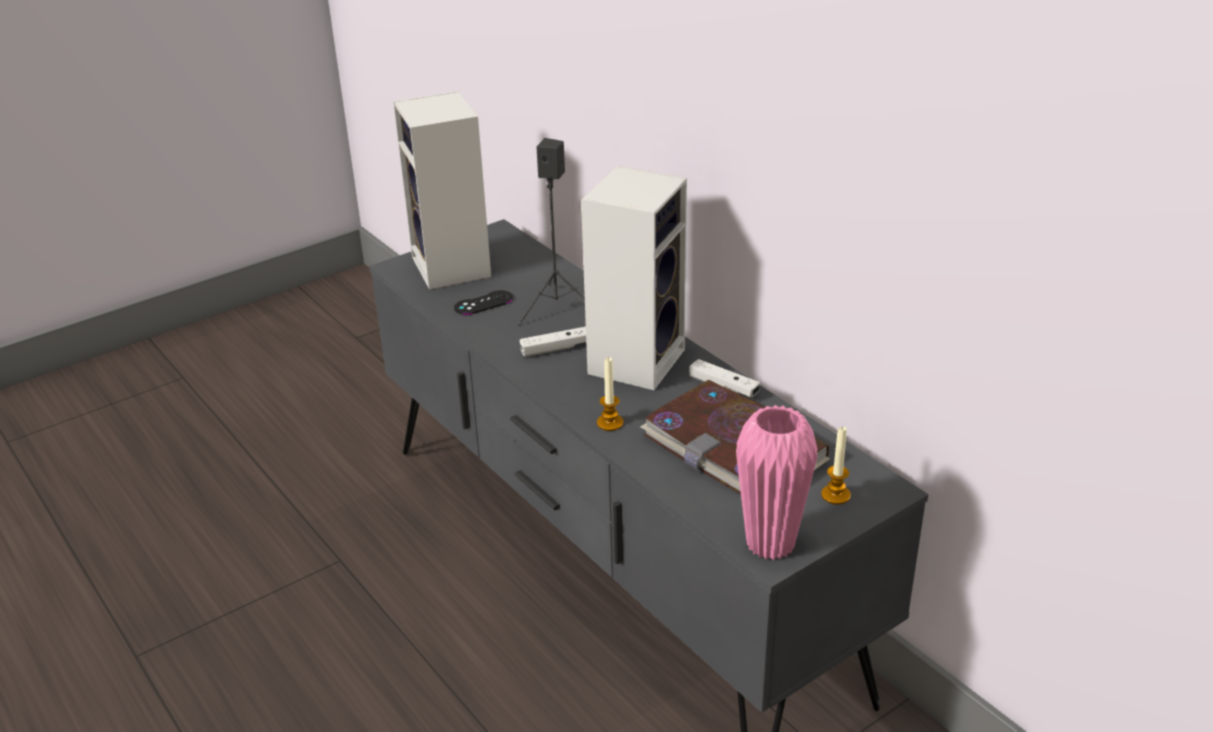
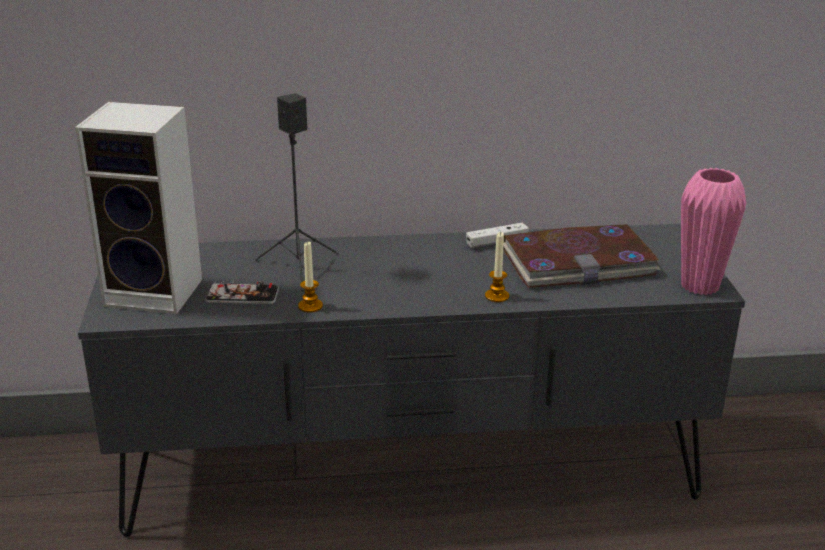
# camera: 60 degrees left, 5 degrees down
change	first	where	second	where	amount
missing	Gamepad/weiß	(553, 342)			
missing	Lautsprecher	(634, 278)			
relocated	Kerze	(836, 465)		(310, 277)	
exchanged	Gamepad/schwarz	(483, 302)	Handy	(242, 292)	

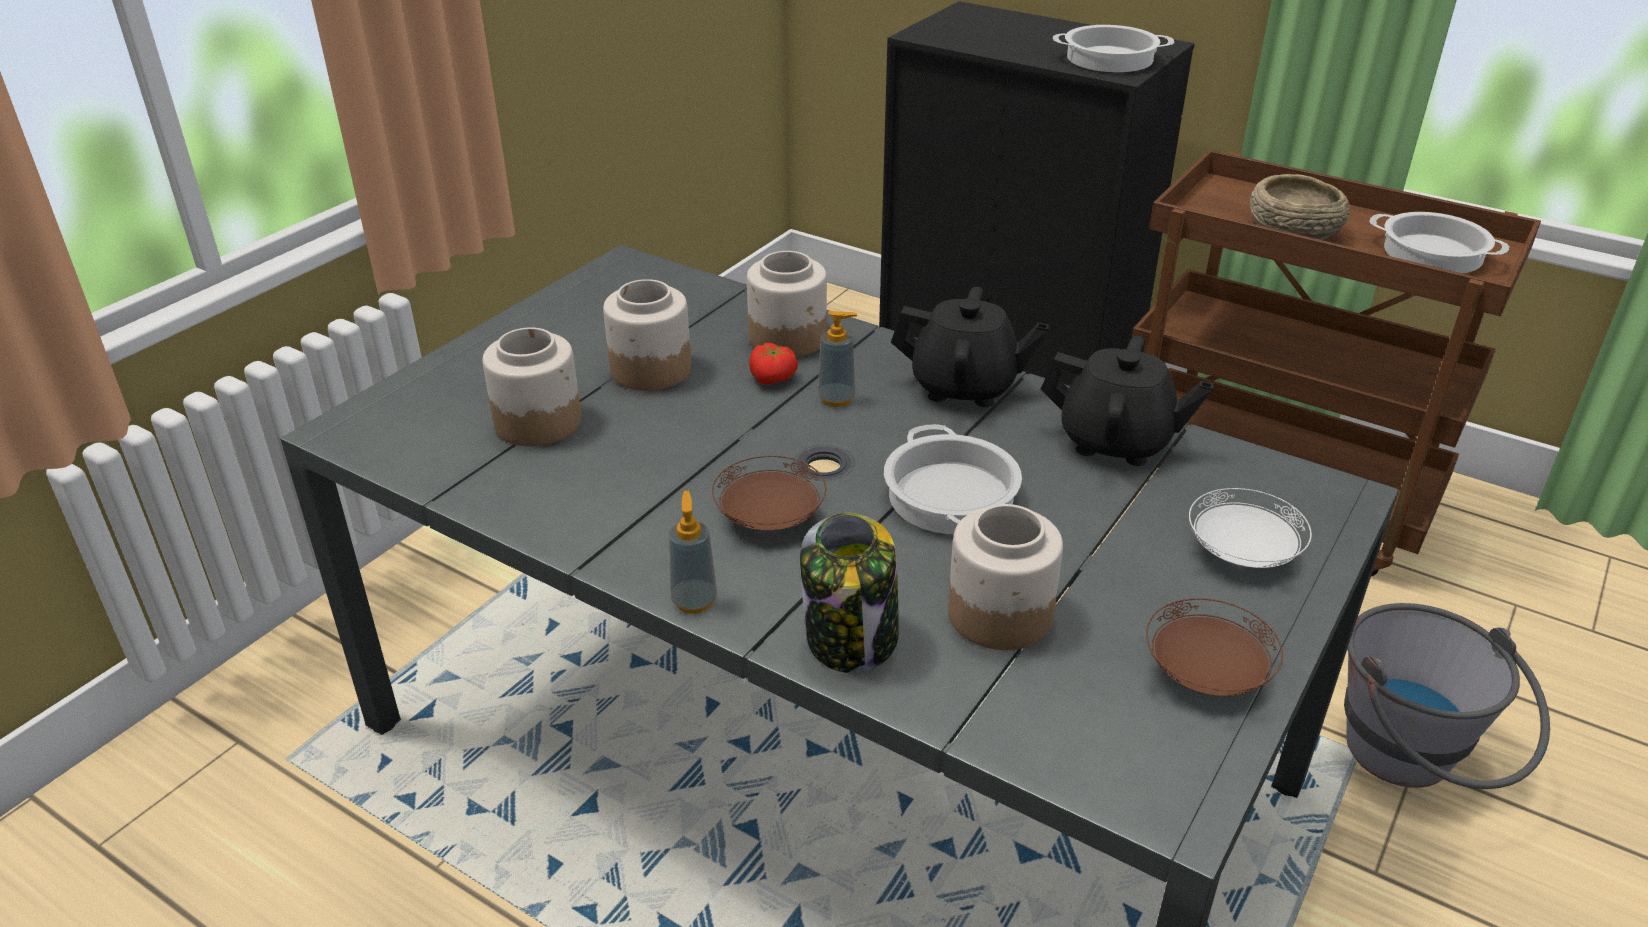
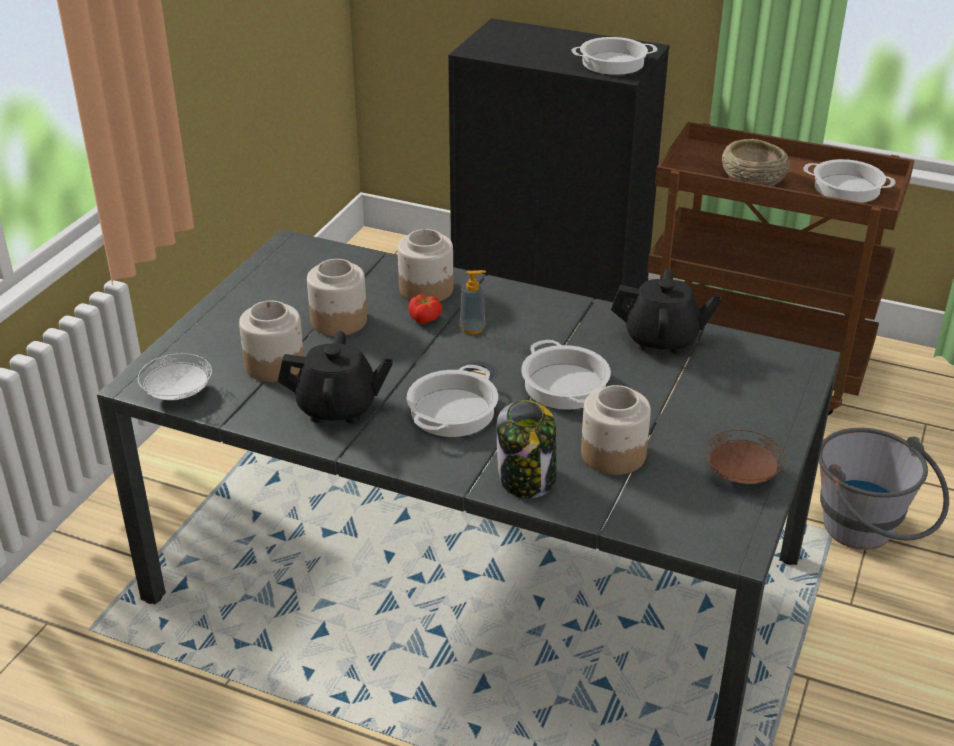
# camera: 10 degrees left, 0 degrees up
change	first	where	second	where	amount
missing	Seifenspender	(693, 552)			
relocated	Teekanne/schwarz	(970, 347)		(335, 377)	
relocated	Teller/weiß	(1250, 528)		(175, 376)	
exchanged	Teller/braun	(769, 493)	Kochtopf	(452, 401)	

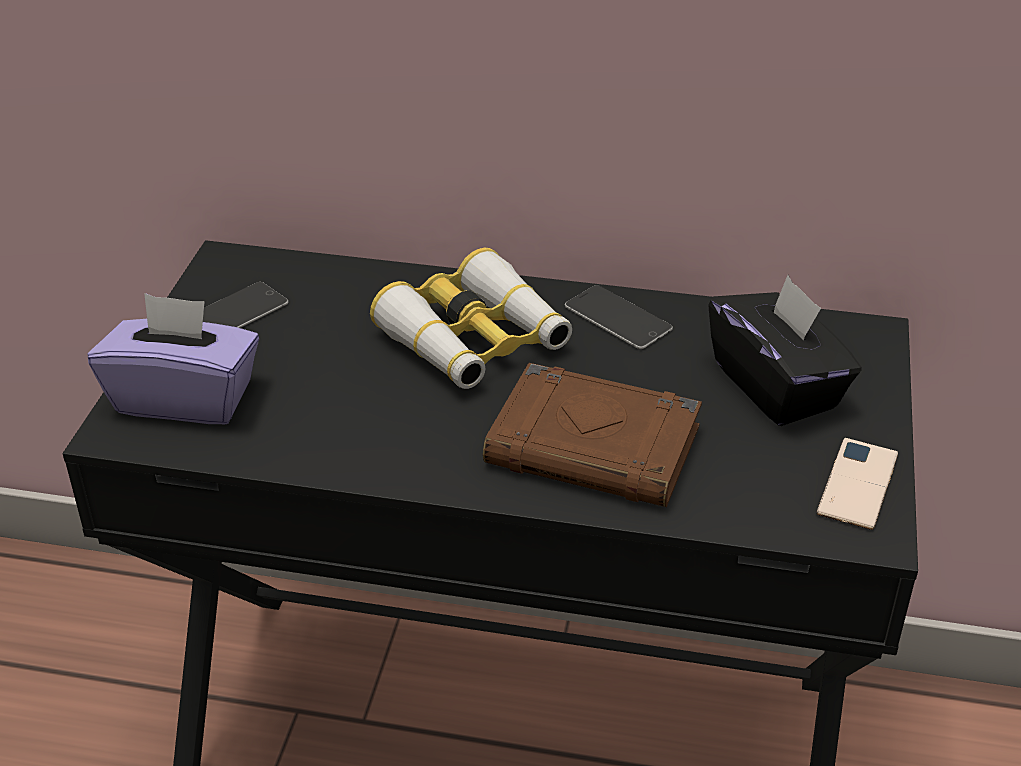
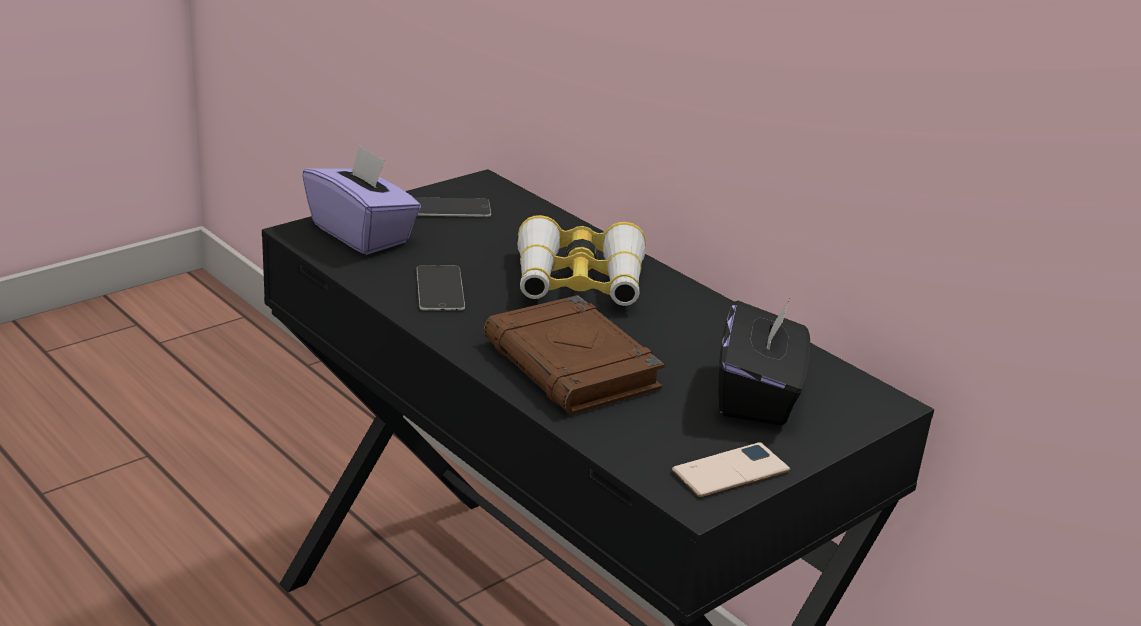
# camera: 35 degrees right, 10 degrees down
change	first	where	second	where	amount
relocated	Handy	(619, 317)		(441, 288)	

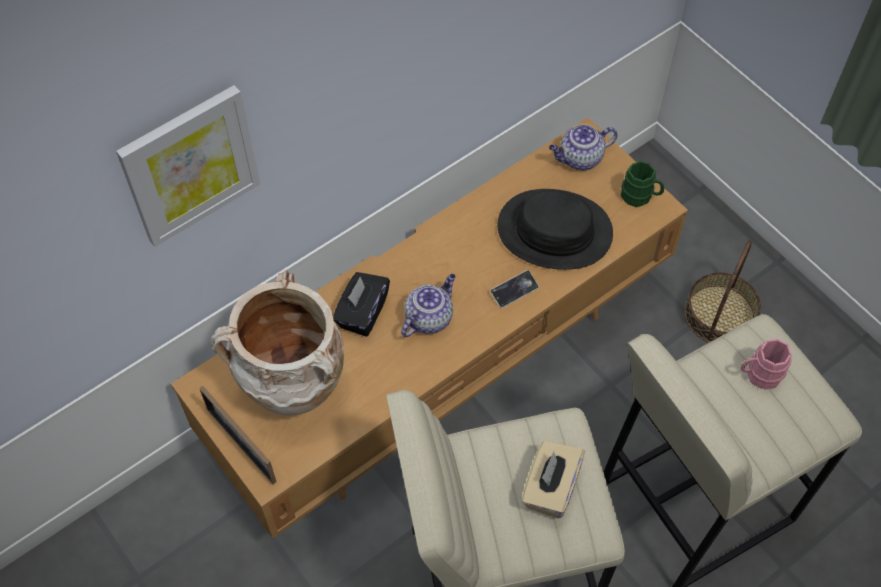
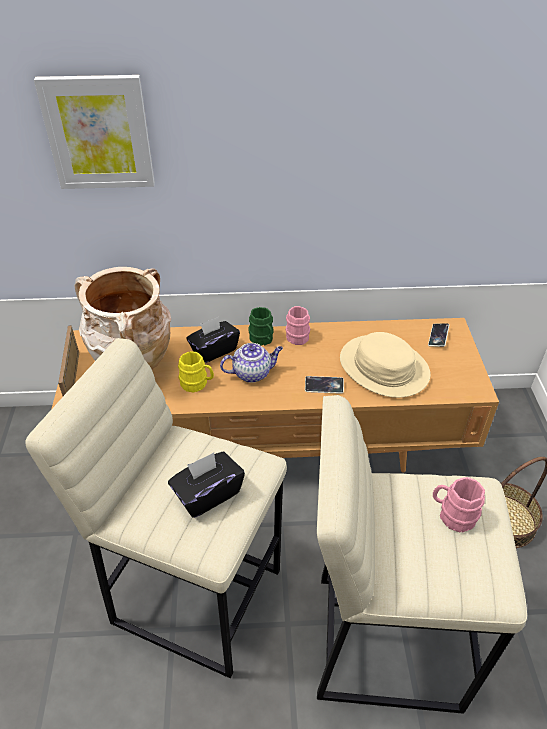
# camera: 35 degrees right, 15 degrees down
change	first	where	second	where	amount
appeared			Henkelbecher/gelb	(196, 372)	
appeared			Henkelbecher/rosa	(297, 325)	
relocated	Henkelbecher/grün	(642, 184)		(261, 326)	
exchanged	Teekanne	(583, 147)	Handy	(438, 335)	
colour	Hut/schwarz	(555, 229)	Hut/beige	(385, 365)	
colour	Taschentuchbox/beige	(553, 479)	Taschentuchbox/schwarz	(206, 485)	

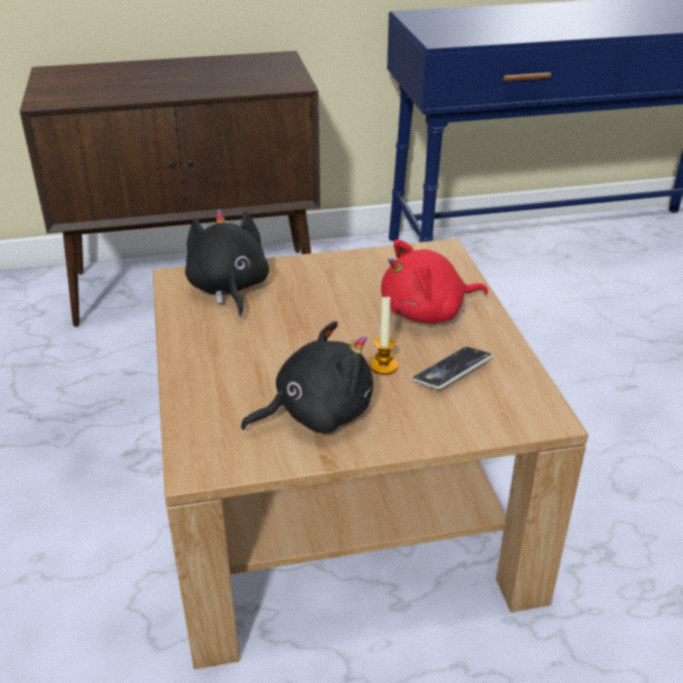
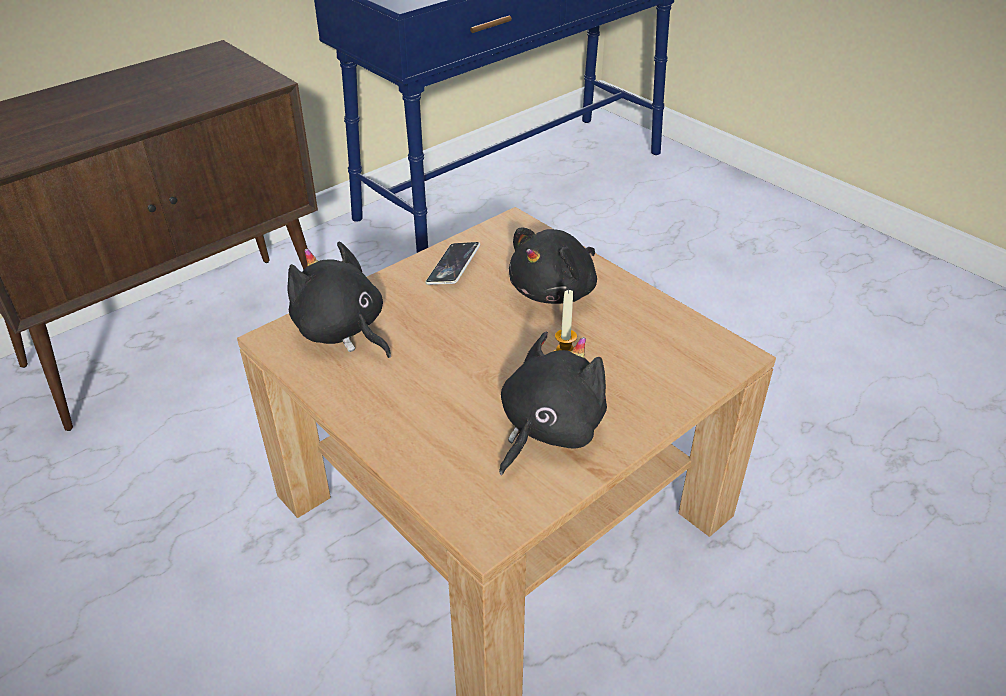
# camera: 30 degrees left, 5 degrees up
change	first	where	second	where	amount
relocated	Handy	(452, 368)		(452, 263)	
colour	Plüschtier/rot	(434, 282)	Plüschtier/schwarz	(553, 265)	

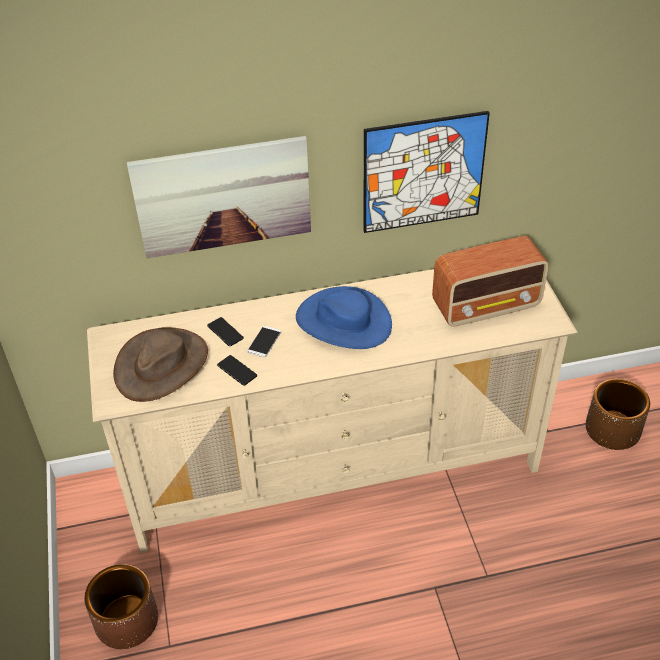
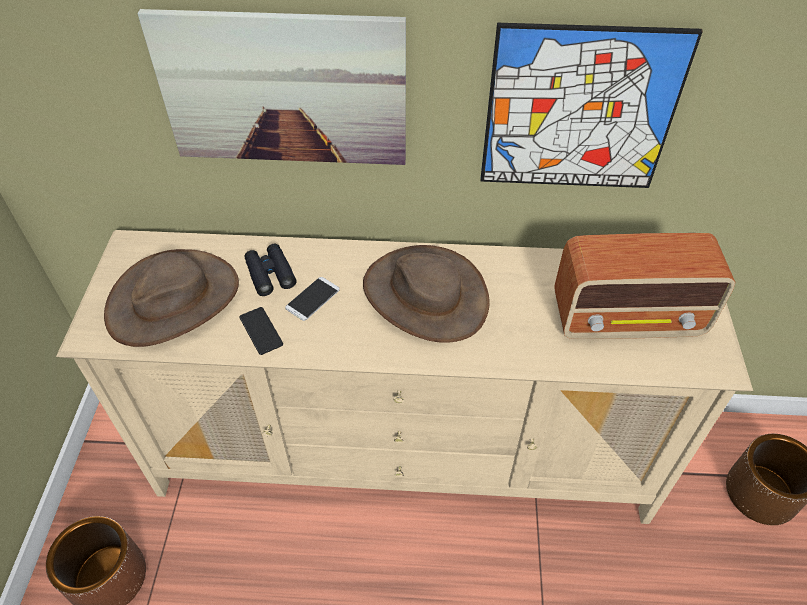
# camera: 15 degrees right, 5 degrees up
change	first	where	second	where	amount
exchanged	Handy	(225, 332)	Fernglas/schwarz	(270, 270)	
colour	Hut/blau	(344, 317)	Hut/braun	(426, 294)	

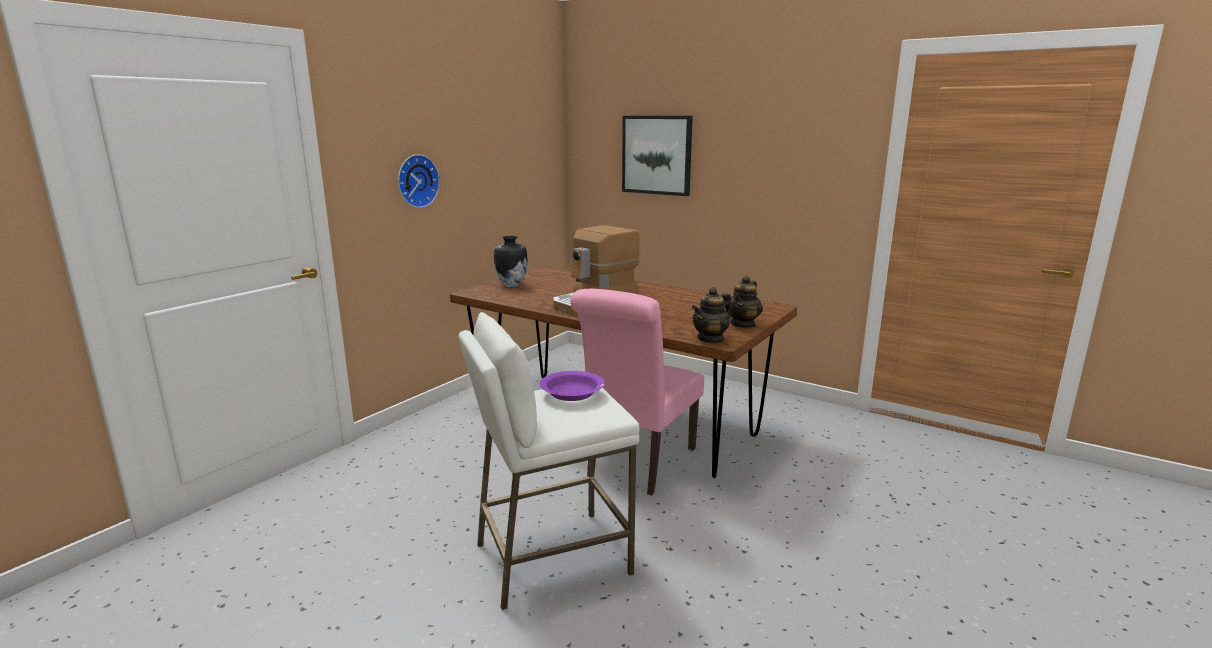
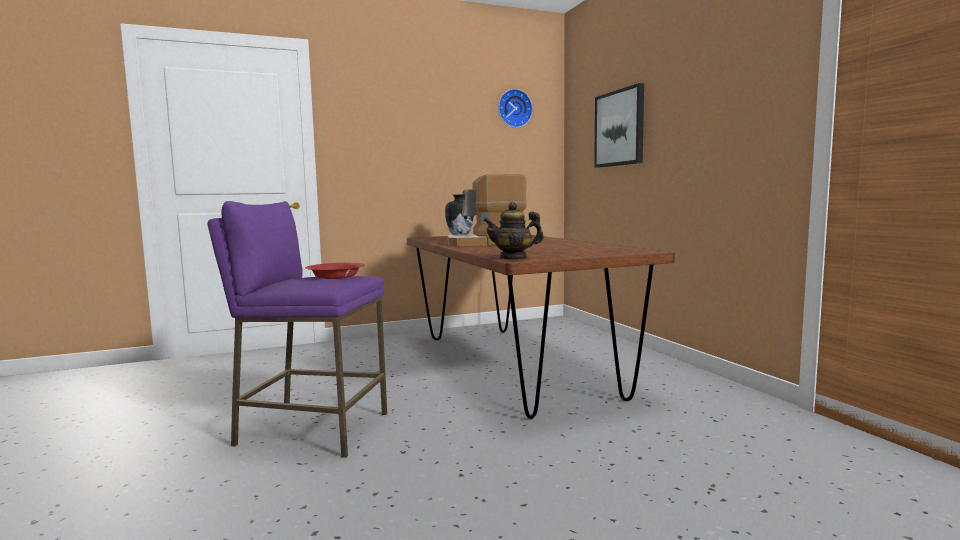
# camera: 35 degrees right, 10 degrees down
change	first	where	second	where	amount
missing	Stuhl/rosa	(637, 392)			
missing	Teekanne	(746, 302)			
relocated	Wanduhr	(419, 181)		(515, 108)	
colour	Hocker/weiß	(549, 461)	Hocker/lila	(297, 329)	
colour	Schüssel/lila	(572, 386)	Schüssel/rot	(335, 271)	

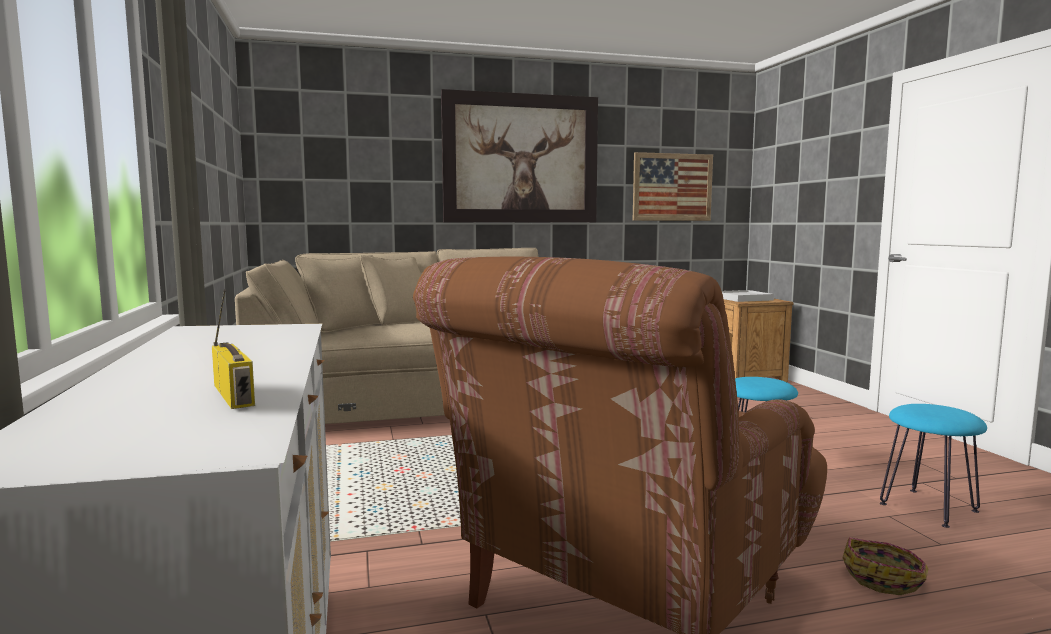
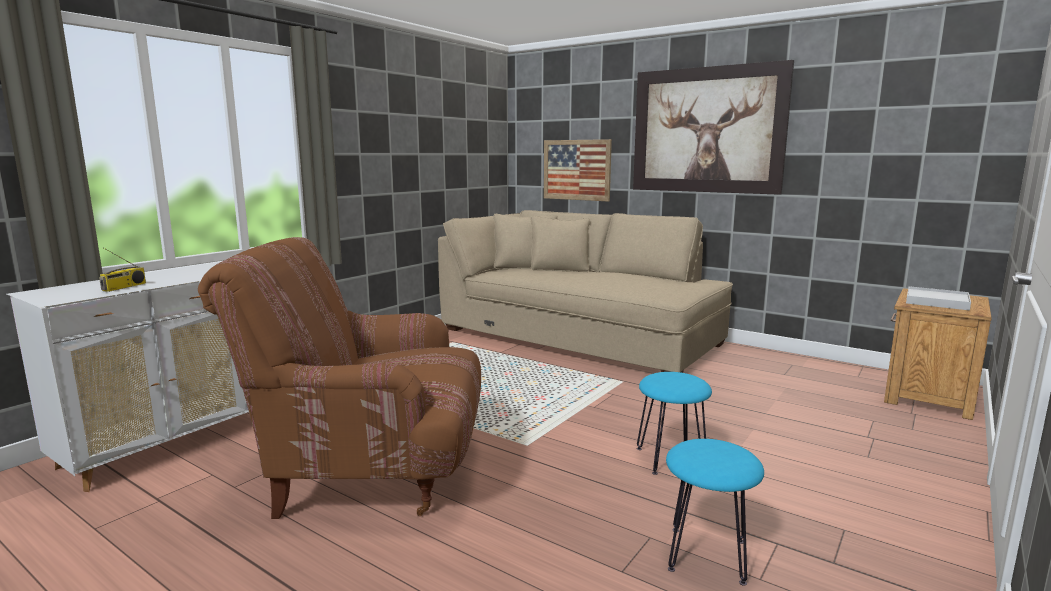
# camera: 50 degrees right, 5 degrees up
change	first	where	second	where	amount
missing	Korb	(885, 566)			
relocated	Bild	(673, 186)		(578, 170)	

